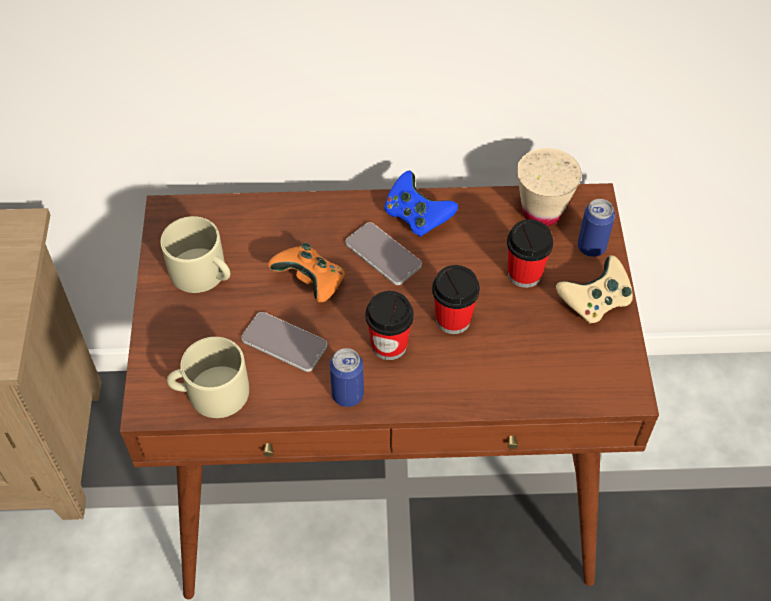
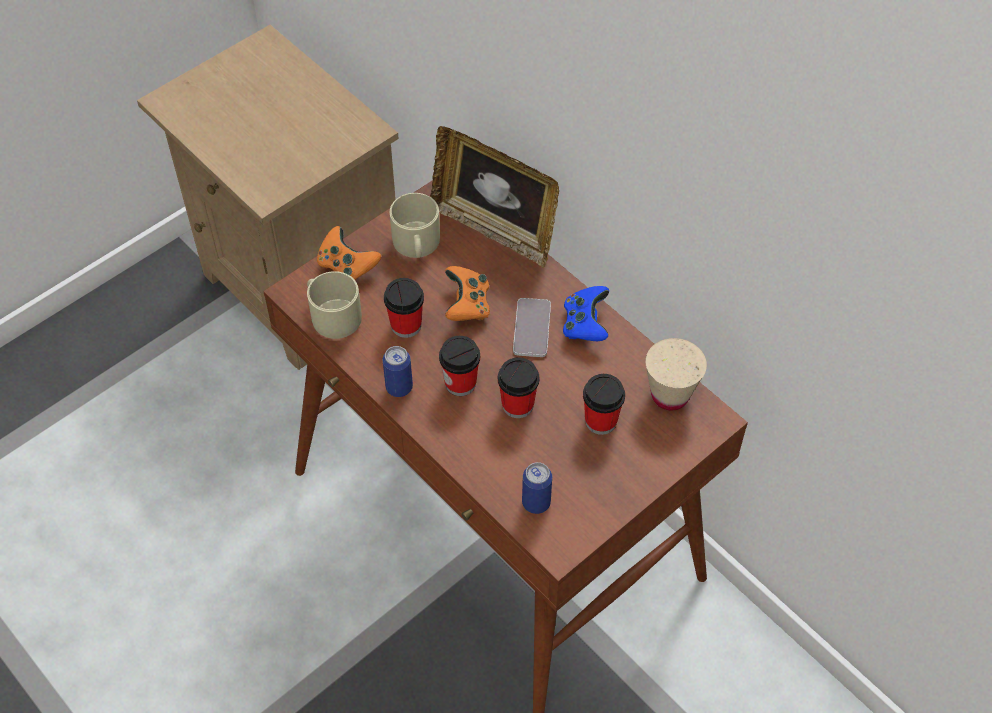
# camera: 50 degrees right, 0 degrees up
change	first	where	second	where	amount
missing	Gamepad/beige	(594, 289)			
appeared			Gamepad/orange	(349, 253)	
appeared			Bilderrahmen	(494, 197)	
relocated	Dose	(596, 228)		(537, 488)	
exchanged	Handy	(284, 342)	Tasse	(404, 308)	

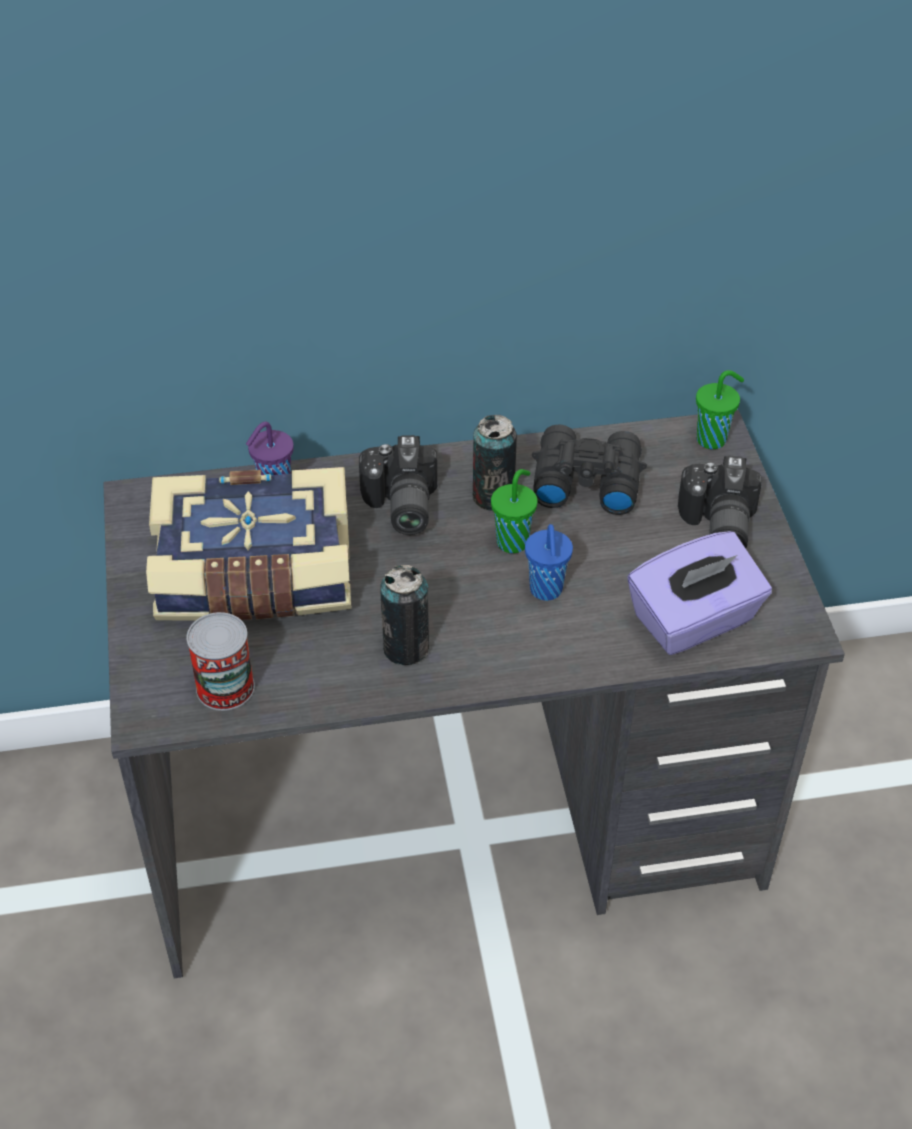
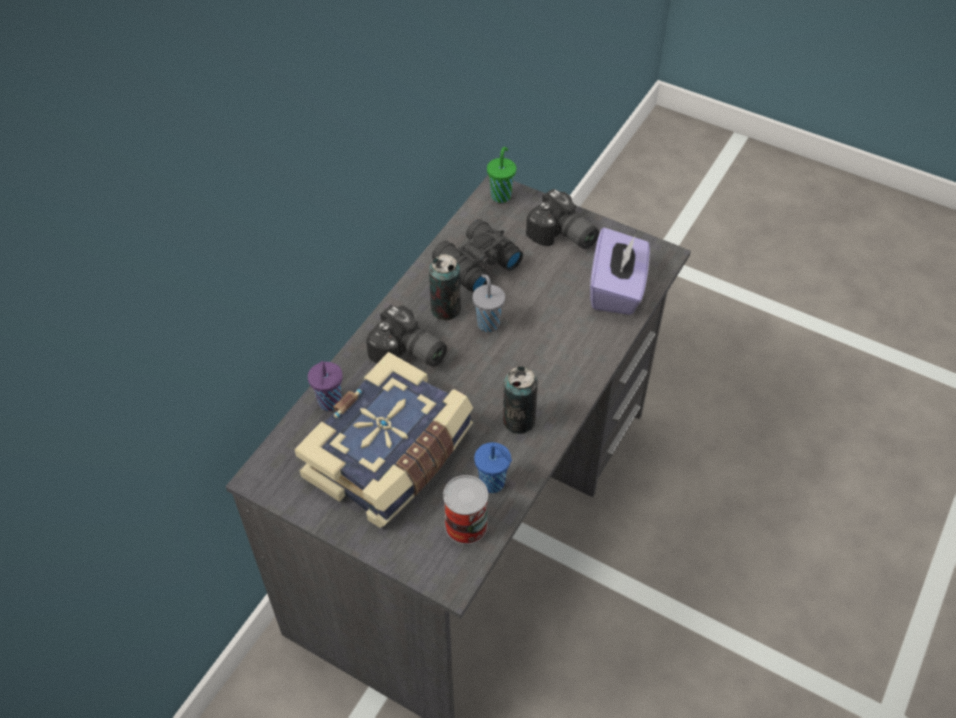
# camera: 50 degrees left, 5 degrees up
change	first	where	second	where	amount
relocated	Tasse/blau	(549, 562)		(493, 467)	
colour	Tasse/grün	(514, 511)	Tasse/grau	(489, 303)	

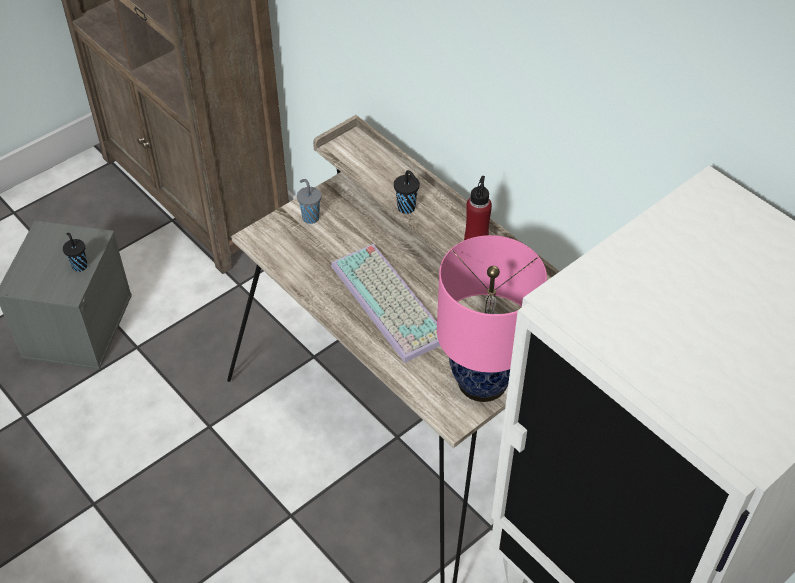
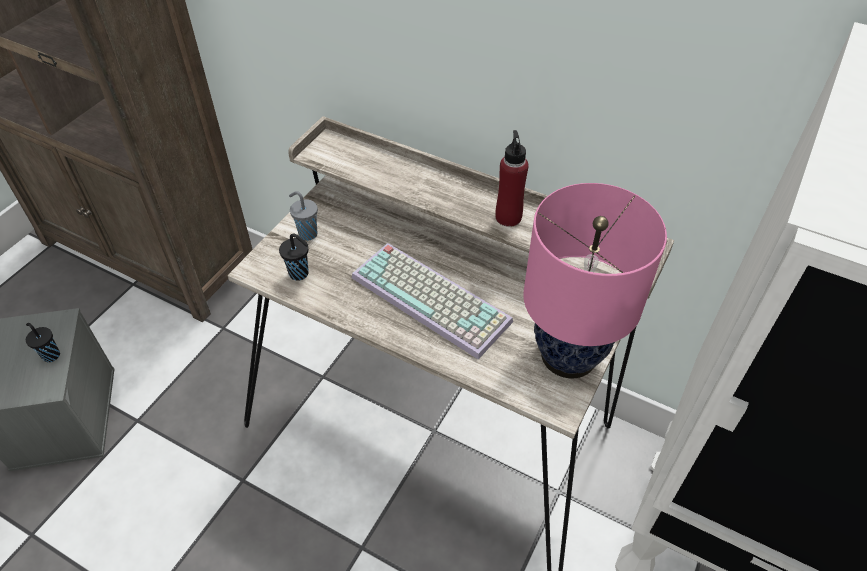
# camera: 20 degrees left, 0 degrees up
change	first	where	second	where	amount
relocated	Tasse/schwarz	(407, 192)		(294, 257)	

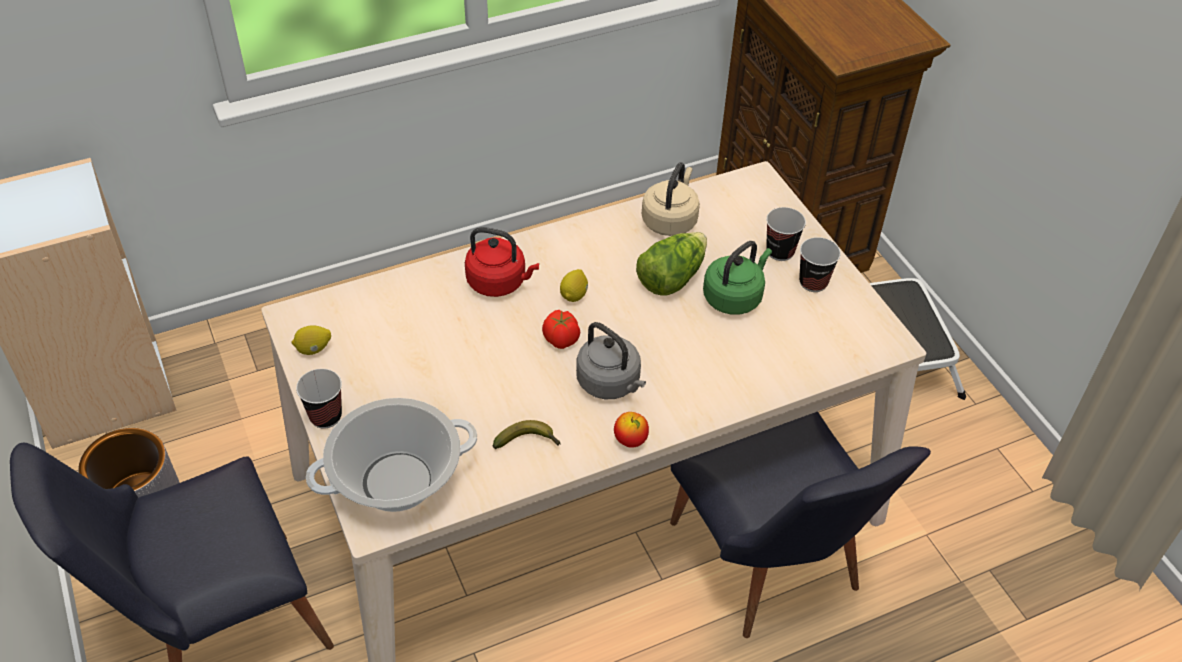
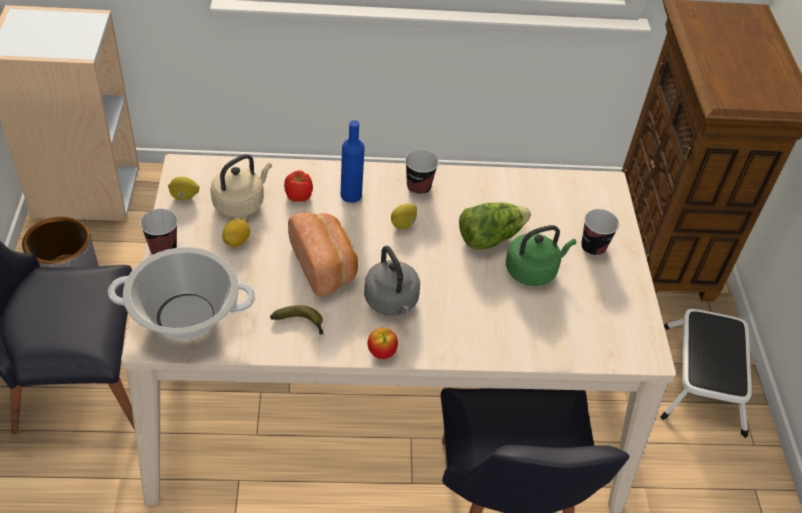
# camera: 20 degrees right, 0 degrees up
change	first	where	second	where	amount
appeared			Zitrone	(236, 233)	
appeared			Brot	(323, 255)	
relocated	Tomate	(561, 329)		(298, 186)	
relocated	Wasserkessel/beige	(671, 199)		(241, 185)	
relocated	Tasse	(820, 264)		(422, 172)	
exchanged	Wasserkessel/rot	(502, 262)	Flasche/blau	(353, 161)	

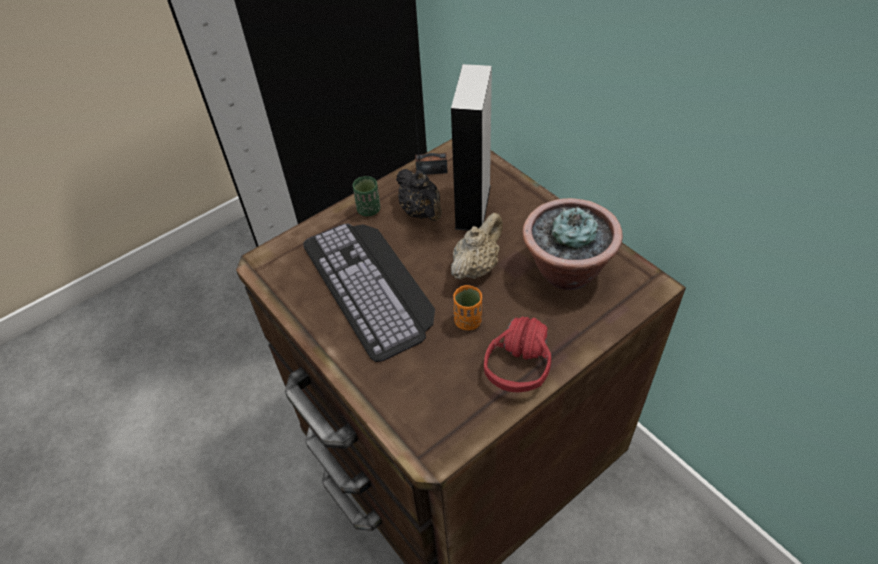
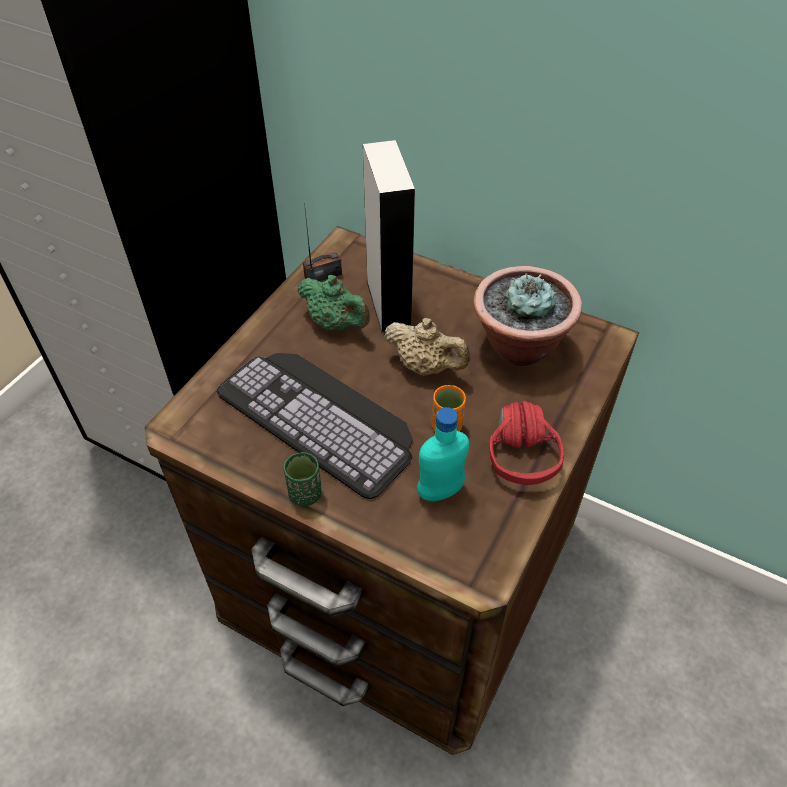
# camera: 25 degrees left, 0 degrees up
change	first	where	second	where	amount
appeared			Flasche/türkis	(443, 454)	
relocated	Tasse/grün	(366, 196)		(303, 479)	
colour	Teekanne/schwarz	(419, 195)	Teekanne/grün	(333, 303)	
spun	Teekanne/beige	(477, 246)		(427, 347)	105 degrees clockwise

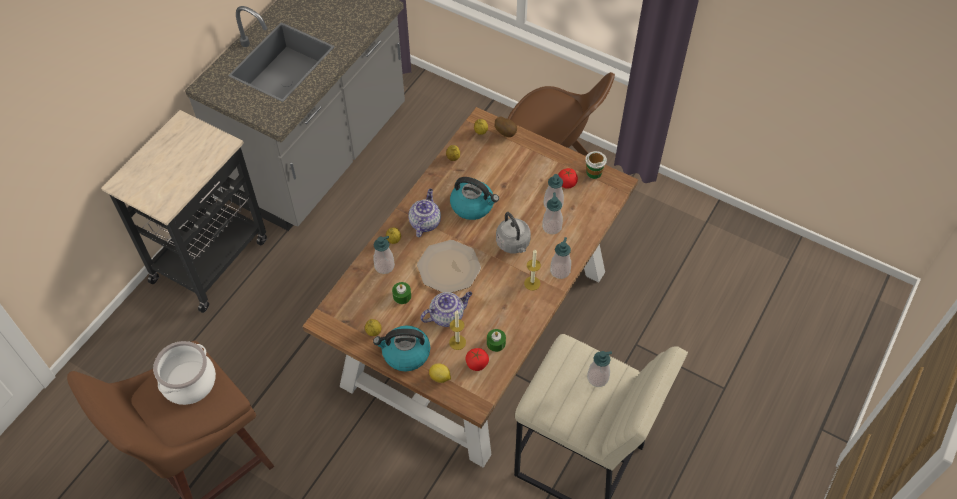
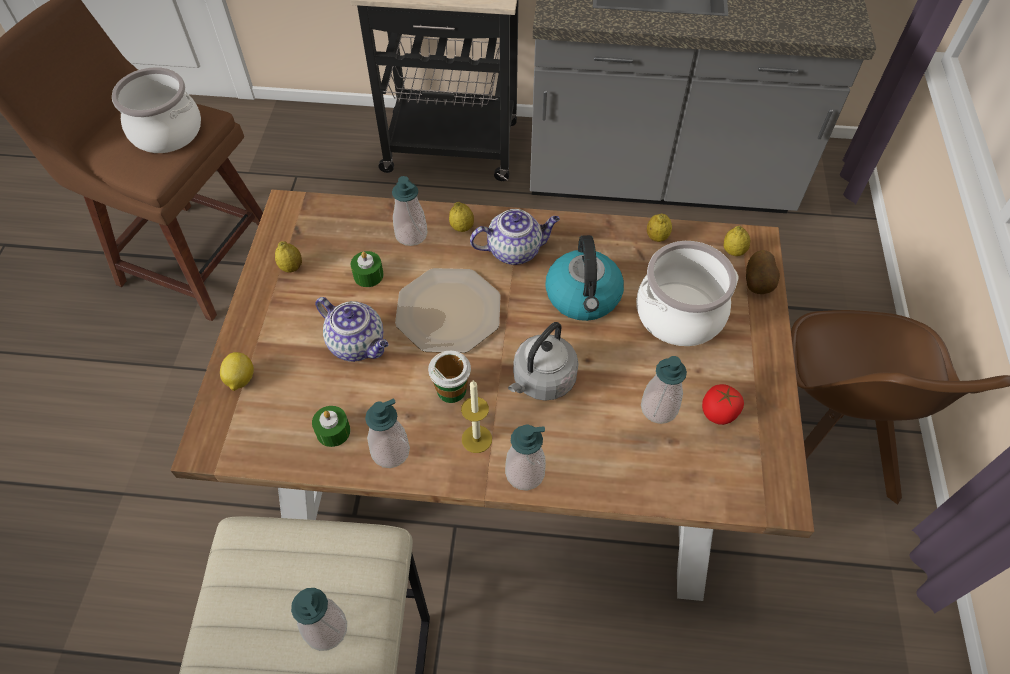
# camera: 65 degrees right, 0 degrees up
change	first	where	second	where	amount
missing	Wasserkessel	(401, 348)			
missing	Kerze	(457, 330)			
missing	Tomate	(477, 359)			
appeared			Kochtopf	(687, 293)	
relocated	Seifenspender	(552, 213)		(387, 433)	
relocated	Tasse	(596, 165)		(449, 377)	

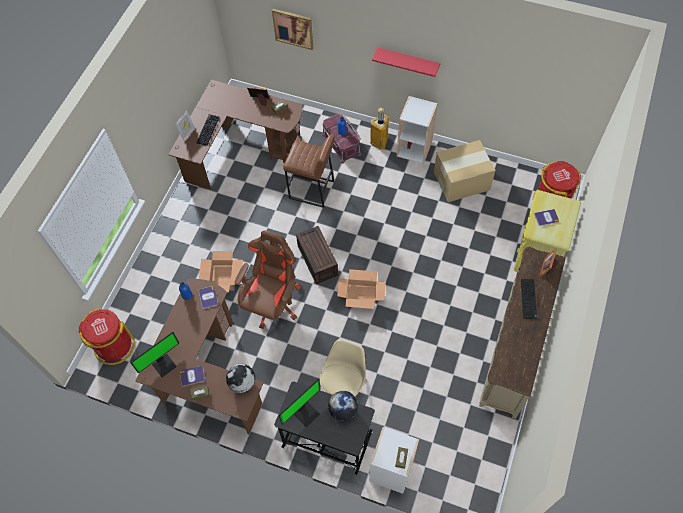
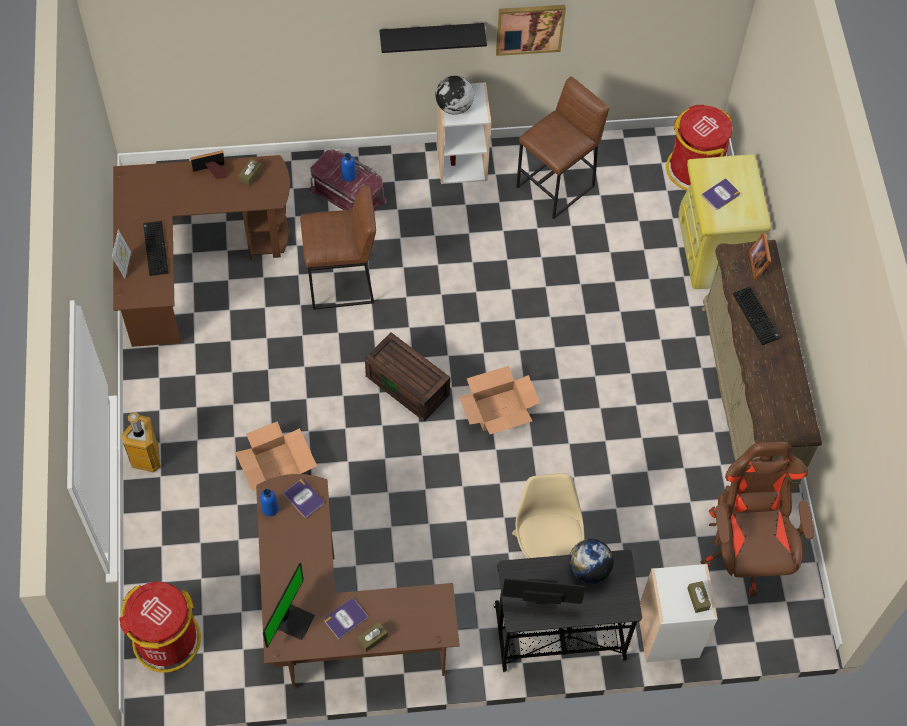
# camera: 30 degrees left, 0 degrees up
change	first	where	second	where	amount
relocated	Globus	(240, 378)		(454, 95)	
relocated	Bürostuhl/braun	(268, 279)		(757, 519)	
relocated	Bild	(292, 29)		(531, 30)	
relocated	Mülleimer	(379, 128)		(141, 442)	
exchanged	Karton	(465, 171)	Hocker/braun	(562, 148)	
colour	Wandregal/rot	(406, 62)	Wandregal/schwarz	(433, 38)	
spun	Monitor	(299, 403)		(544, 593)	105 degrees counterclockwise

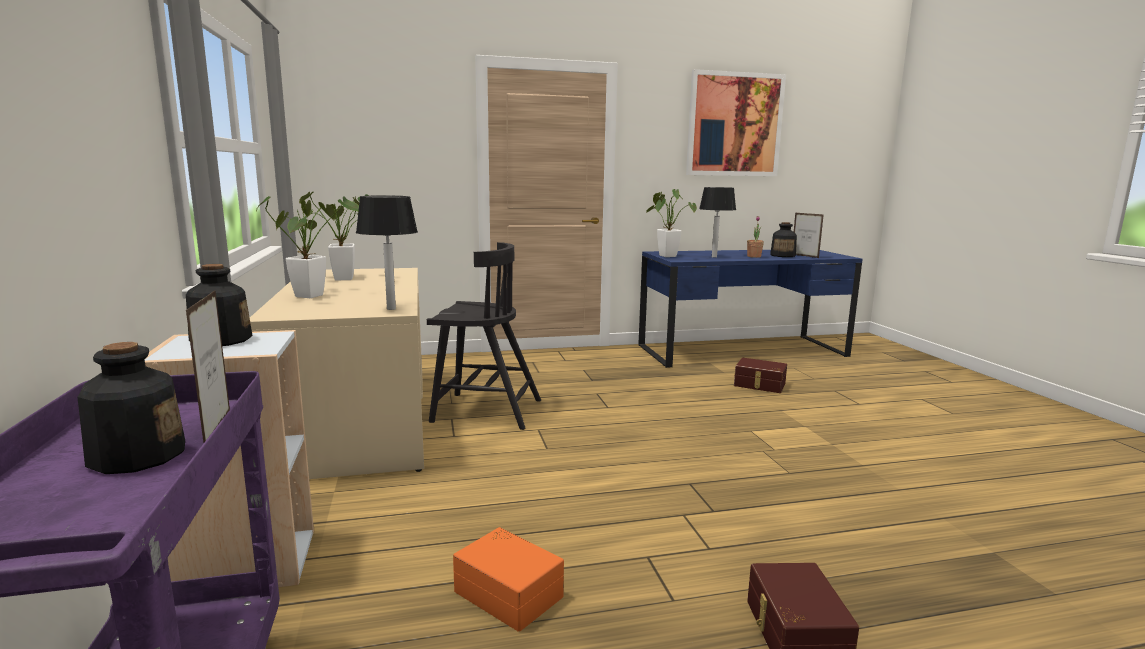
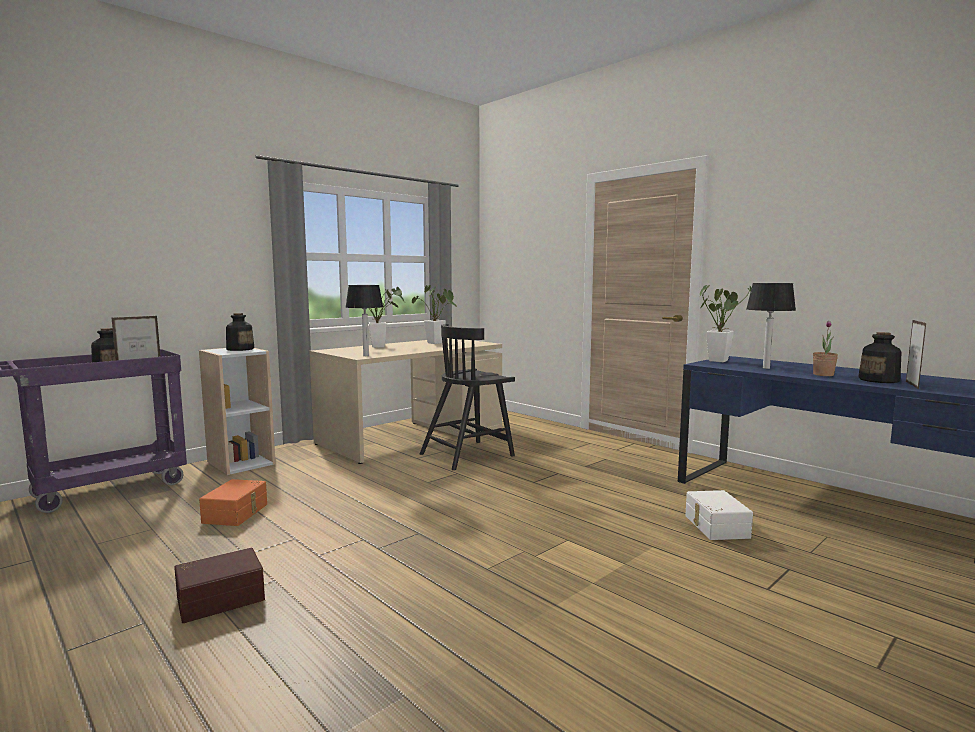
# camera: 60 degrees right, 5 degrees down
change	first	where	second	where	amount
missing	Bild	(736, 122)			
colour	Aufbewahrungsbox/braun	(760, 375)	Aufbewahrungsbox/weiß	(719, 515)	
spun	Stuhl/schwarz	(484, 336)		(467, 397)	75 degrees clockwise

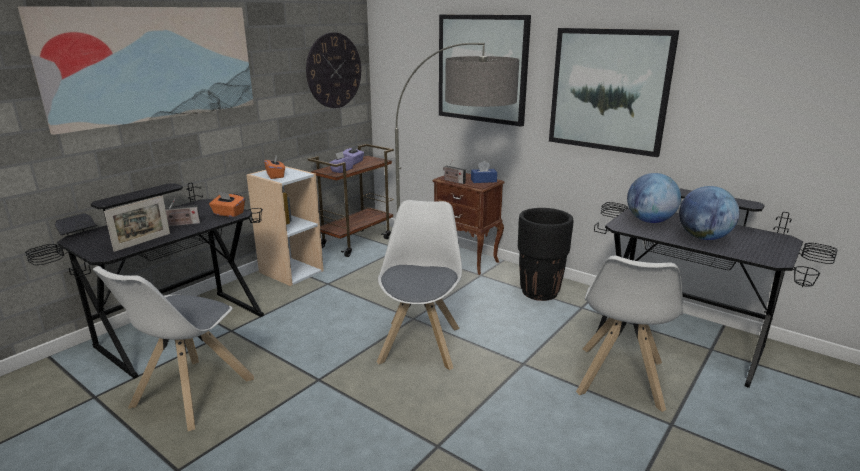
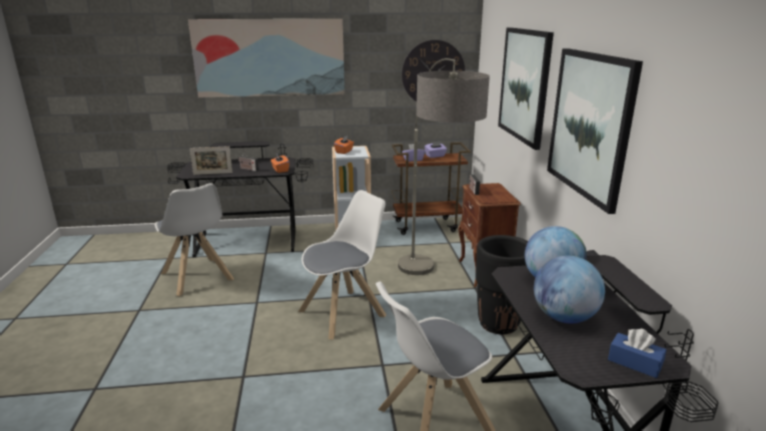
# camera: 45 degrees right, 0 degrees up
change	first	where	second	where	amount
relocated	Taschentuchbox/blau	(484, 172)		(637, 353)	
spun	Stuhl	(173, 348)		(194, 239)	105 degrees counterclockwise

